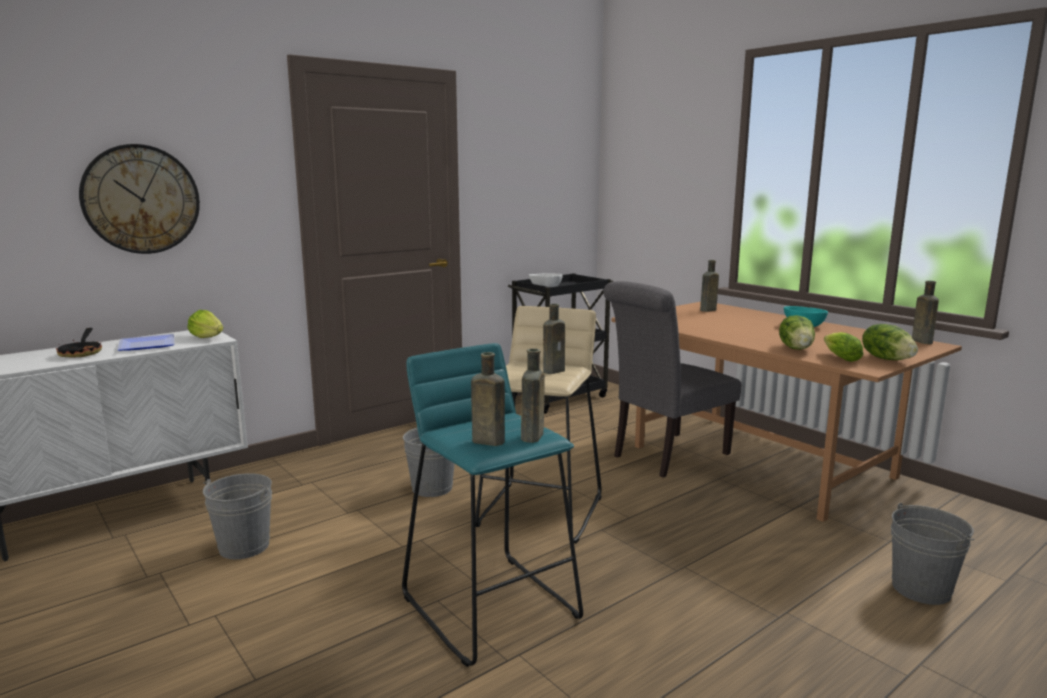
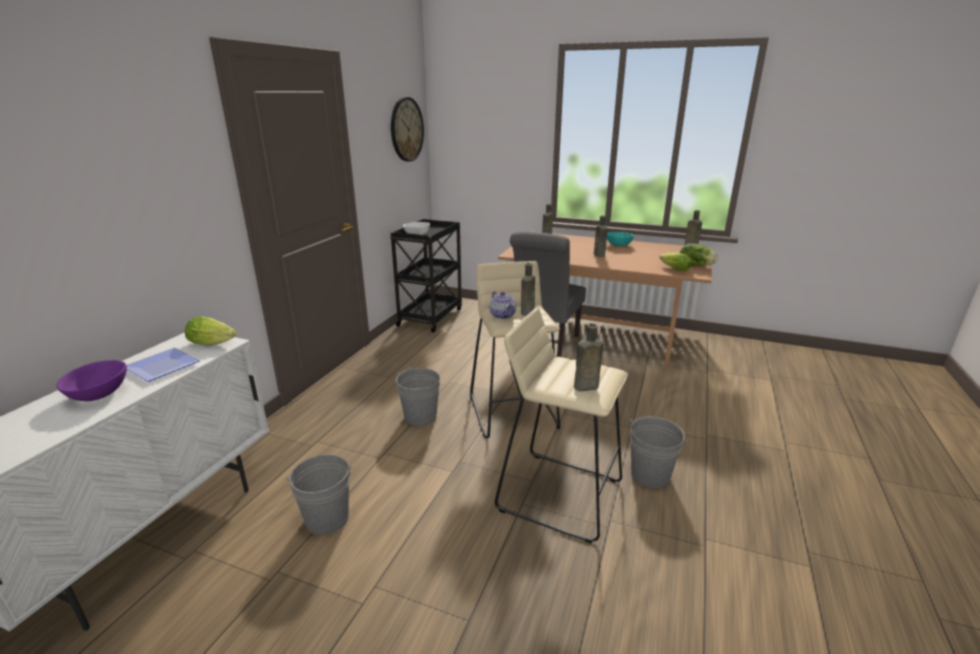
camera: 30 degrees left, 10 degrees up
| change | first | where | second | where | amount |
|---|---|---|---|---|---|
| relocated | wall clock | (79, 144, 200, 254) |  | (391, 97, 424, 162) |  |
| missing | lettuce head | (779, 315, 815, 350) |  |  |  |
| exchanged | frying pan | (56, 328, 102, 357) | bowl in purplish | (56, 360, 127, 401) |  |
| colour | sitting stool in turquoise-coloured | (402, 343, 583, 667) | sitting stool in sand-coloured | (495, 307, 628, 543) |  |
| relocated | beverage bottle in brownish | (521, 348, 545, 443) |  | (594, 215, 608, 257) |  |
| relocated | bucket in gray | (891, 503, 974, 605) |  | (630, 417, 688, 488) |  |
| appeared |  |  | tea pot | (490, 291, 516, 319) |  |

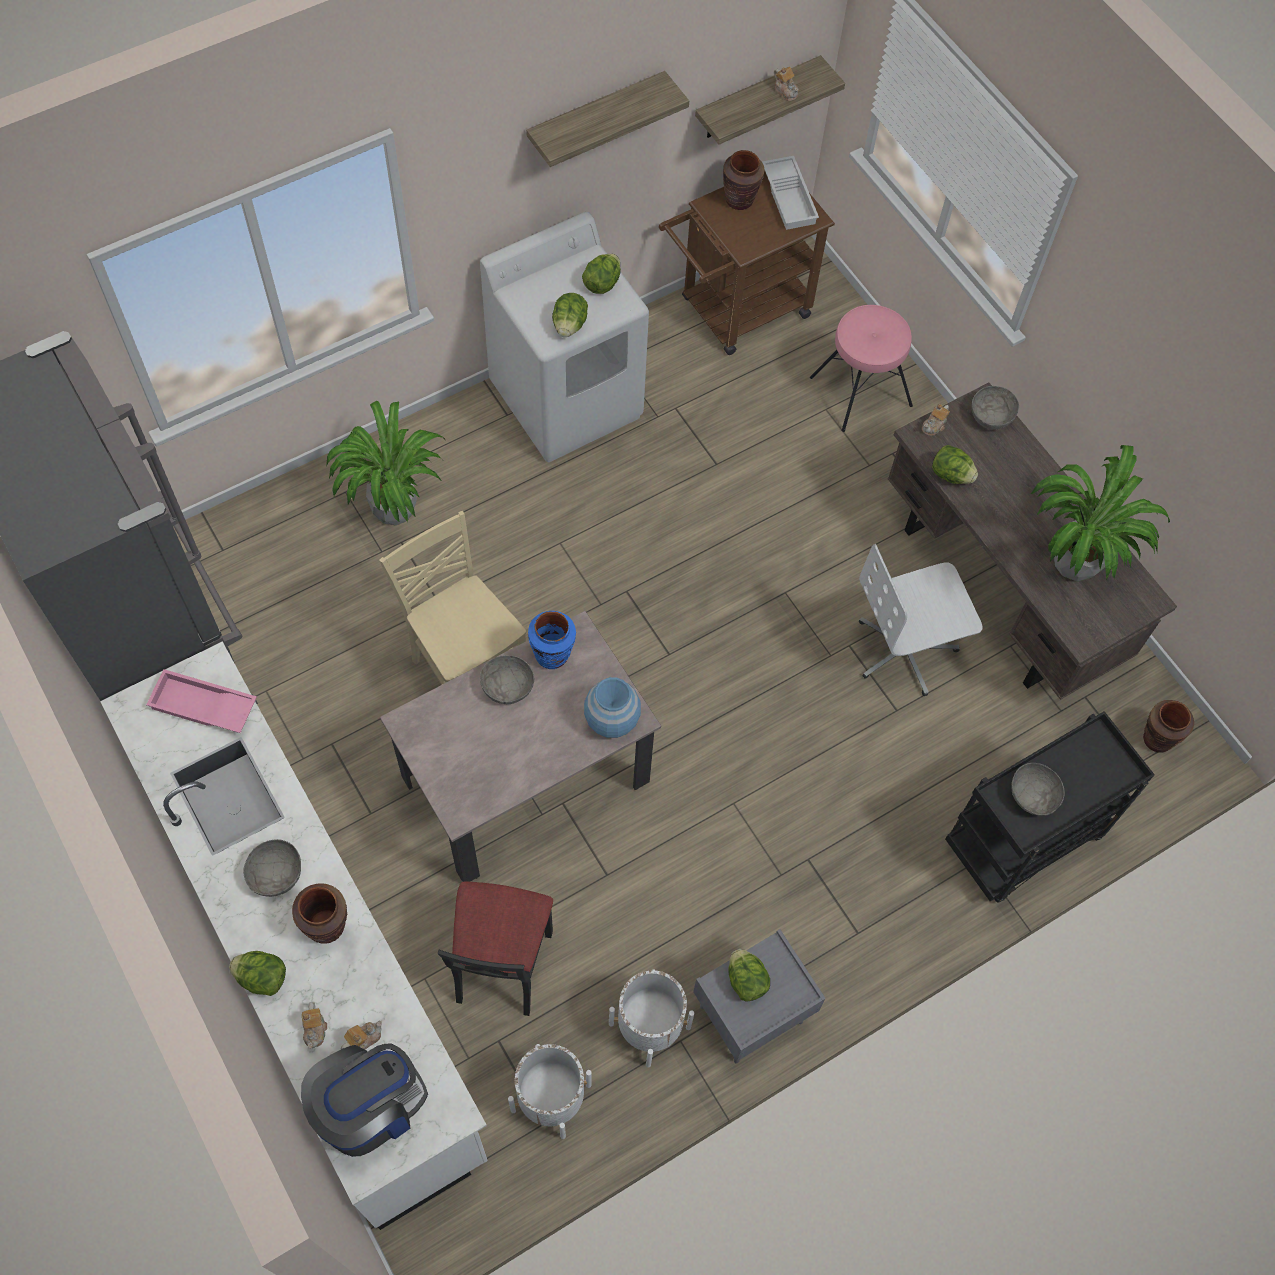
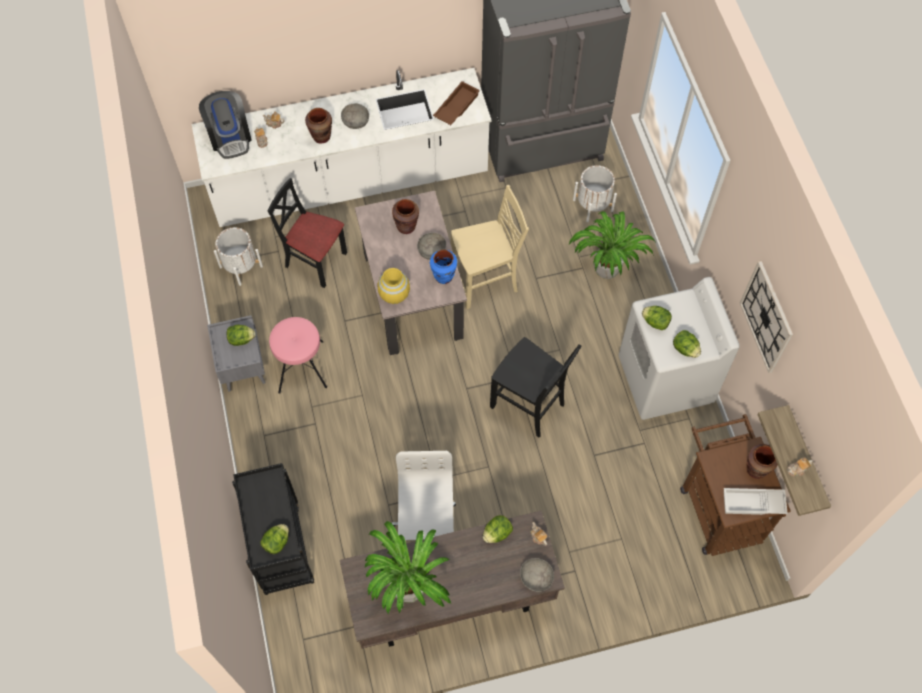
camera: 110 degrees right, 0 degrees up
| change | first | where | second | where | amount |
|---|---|---|---|---|---|
| exchanged | shelf | (526, 71, 689, 167) | wall clock | (740, 261, 793, 373) |  |
| relocated | sitting stool in pinkish | (810, 305, 913, 432) |  | (269, 317, 327, 394) |  |
| colour | serving tray in pinkish | (146, 669, 257, 733) | serving tray in brownish | (433, 81, 480, 125) |  |
| colour | vase in blue | (584, 677, 641, 738) | vase in yellow-coloured | (377, 268, 410, 304) |  |
| relocated | vase in brownish | (1143, 700, 1194, 753) |  | (392, 199, 419, 234) |  |
| missing | bowl in gray | (1011, 763, 1064, 816) |  |  |  |
| relocated | lettuce head | (229, 951, 286, 996) |  | (260, 524, 289, 554) |  |
| relocated | flower pot in white-coloured | (609, 969, 694, 1067) |  | (573, 165, 617, 222) |  |
| appeared |  |  | chair in black | (490, 337, 582, 438) |  |

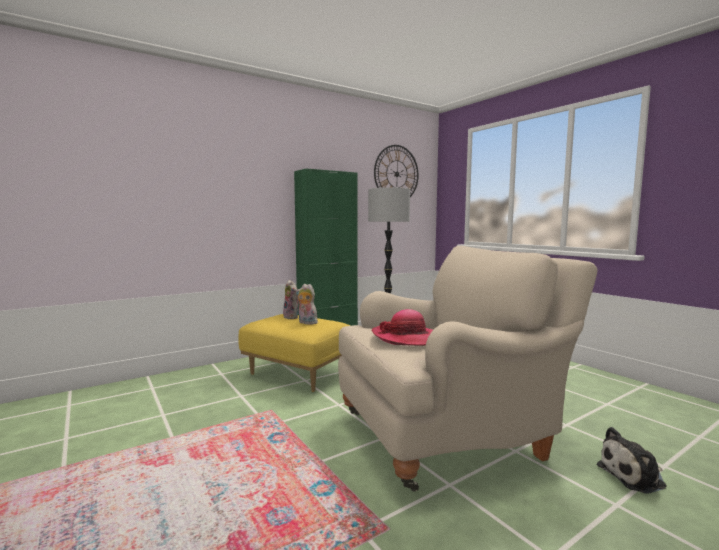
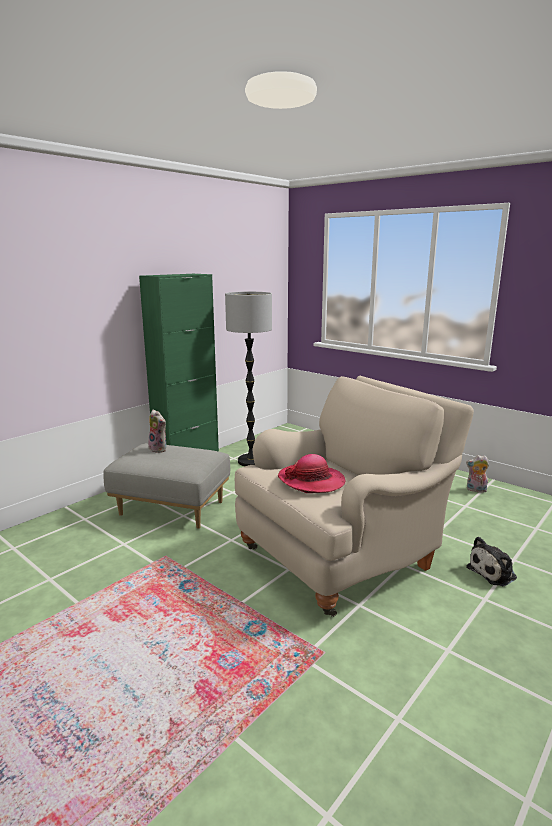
camera: 15 degrees left, 10 degrees up
| change | first | where | second | where | amount |
|---|---|---|---|---|---|
| missing | wall clock | (374, 145, 419, 197) |  |  |  |
| relocated | cuddly toy | (296, 284, 318, 325) |  | (466, 455, 489, 493) |  |
| colour | ottoman in yellow-coloured | (239, 314, 350, 392) | ottoman in gray | (103, 443, 230, 529) |  |

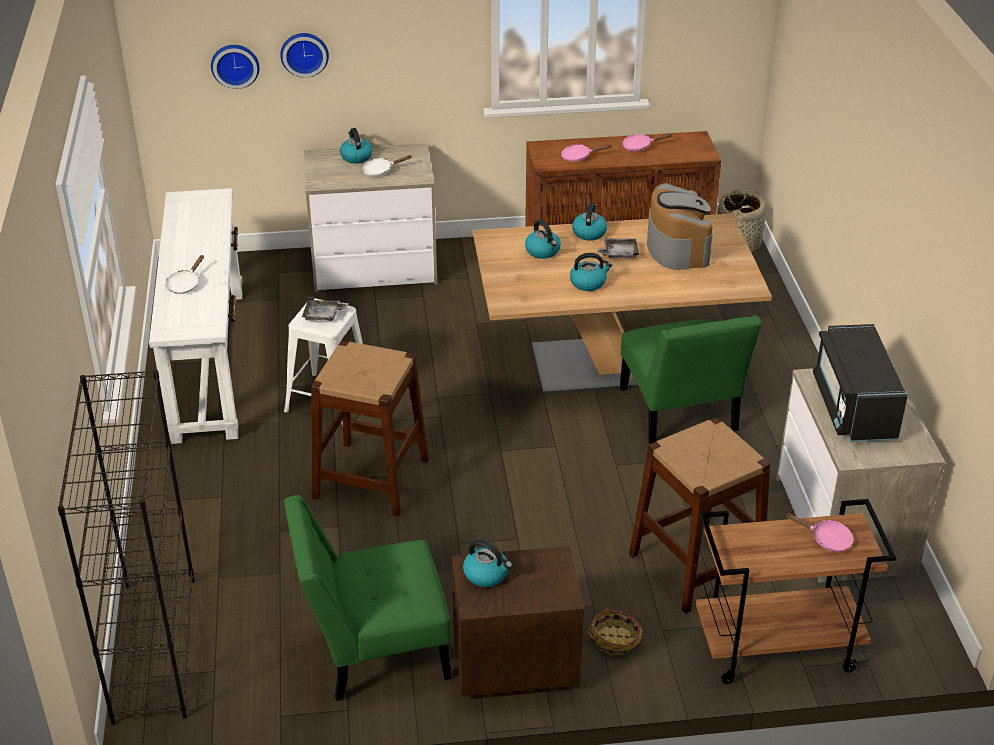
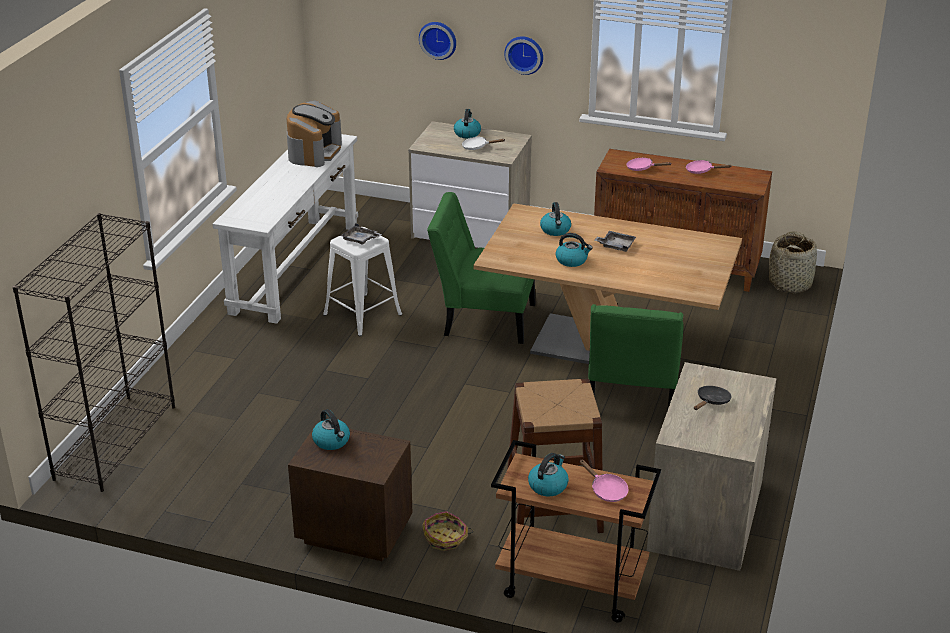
camera: 25 degrees right, 5 degrees down
| change | first | where | second | where | amount |
|---|---|---|---|---|---|
| relocated | wall clock | (211, 45, 260, 89) |  | (504, 36, 543, 75) |  |
| relocated | coffee brewer | (647, 183, 713, 270) |  | (286, 100, 342, 167) |  |
| relocated | water kettle | (572, 202, 607, 241) |  | (528, 453, 569, 496) |  |
| missing | frying pan in white-coloured | (165, 255, 204, 294) |  |  |  |
| exchanged | microwave in black | (813, 324, 908, 442) | frying pan in black | (694, 386, 732, 410) |  |
| missing | sitting stool in brownish | (311, 340, 429, 517) |  |  |  |
| relocated | chair in green-coloured | (284, 495, 452, 701) |  | (427, 192, 535, 344) |  |

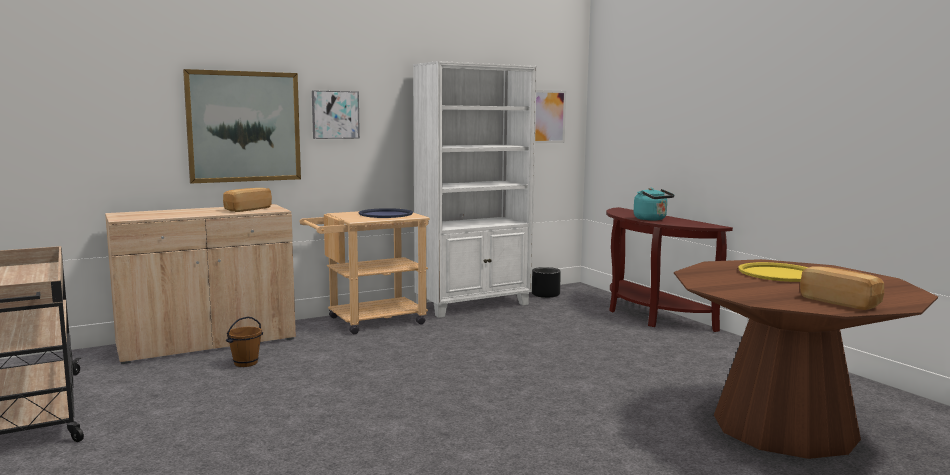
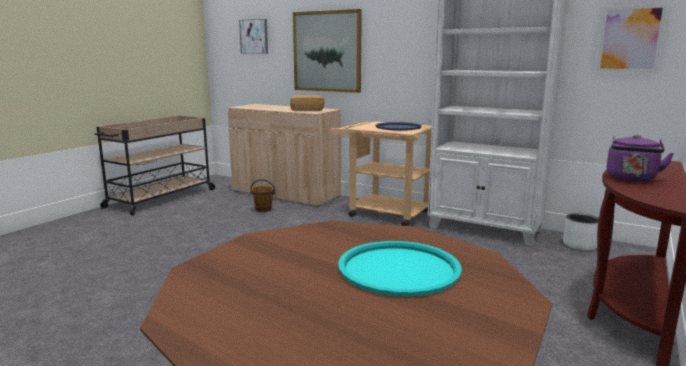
camera: 60 degrees right, 5 degrees up
| change | first | where | second | where | amount |
|---|---|---|---|---|---|
| relocated | wall picture | (312, 90, 360, 139) |  | (239, 19, 268, 54) |  |
| colour | water kettle in turquoise-coloured | (634, 188, 674, 221) | water kettle in purplish | (606, 134, 674, 182) |  |
| colour | serving tray in yellow-coloured | (738, 262, 808, 282) | serving tray in turquoise-coloured | (338, 241, 462, 296) |  |
| missing | bread | (800, 266, 884, 310) |  |  |  |
| colour | flower pot in black | (532, 267, 561, 298) | flower pot in white-coloured | (563, 213, 599, 251) |  |

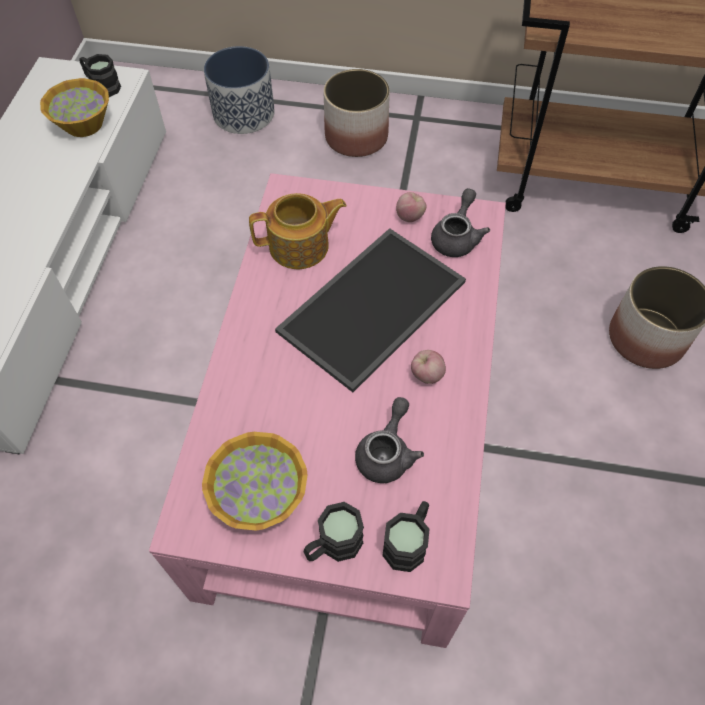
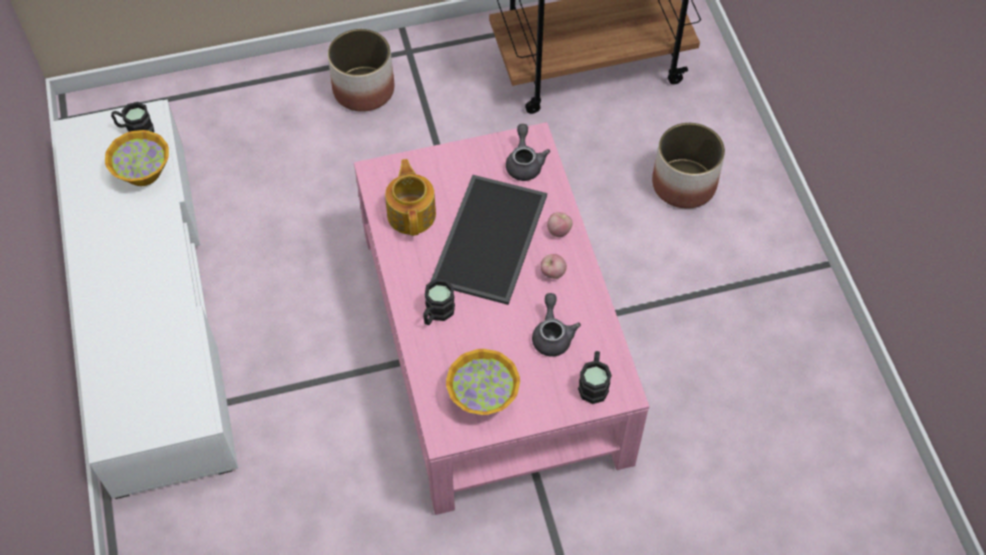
camera: 25 degrees left, 0 degrees up
| change | first | where | second | where | amount |
|---|---|---|---|---|---|
| missing | flower pot | (204, 46, 275, 134) |  |  |  |
| relocated | apple | (396, 192, 426, 222) |  | (547, 212, 572, 237) |  |
| spun | tea pot | (249, 193, 346, 269) |  | (385, 159, 436, 236) | 60 degrees counterclockwise |
| relocated | coffee mug in black | (303, 502, 364, 562) |  | (423, 279, 455, 325) |  |

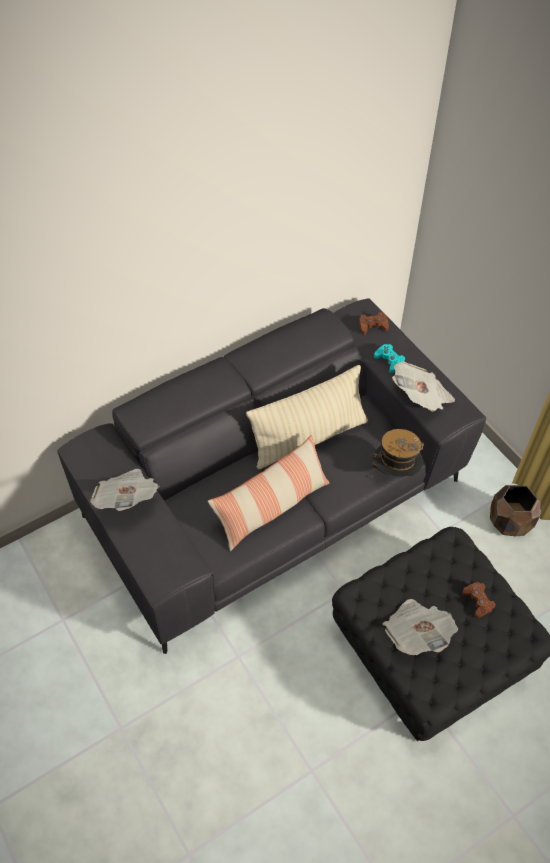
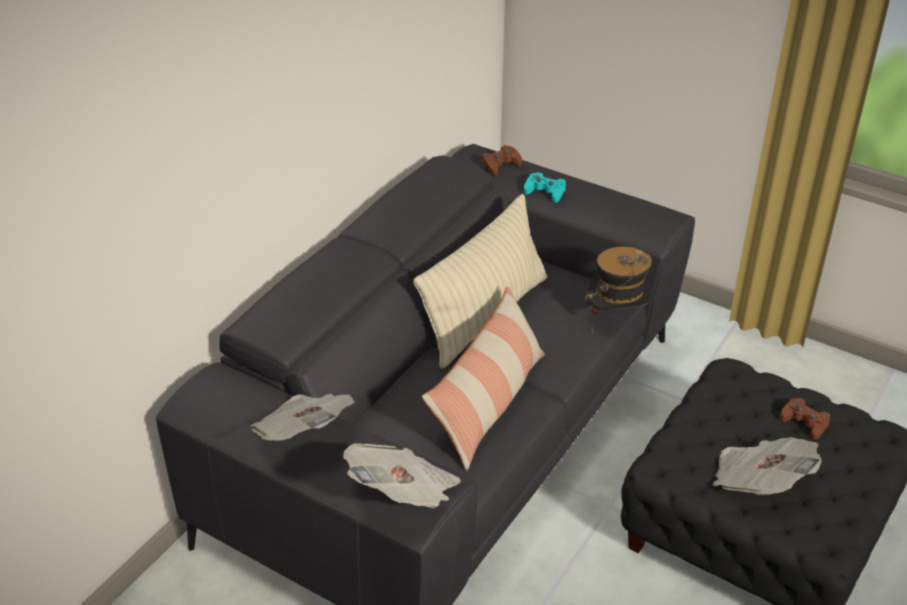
camera: 25 degrees left, 15 degrees down
| change | first | where | second | where | amount |
|---|---|---|---|---|---|
| relocated | printed paper | (392, 362, 455, 411) |  | (343, 443, 461, 508) |  |
| missing | flower pot in brownish | (490, 485, 541, 536) |  |  |  |

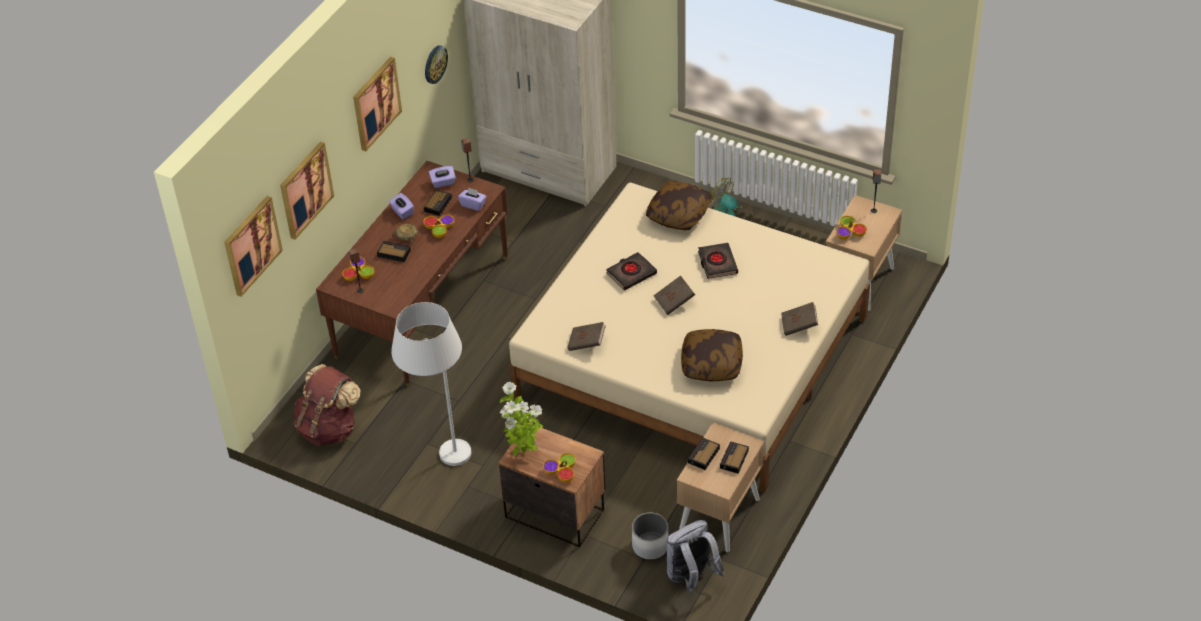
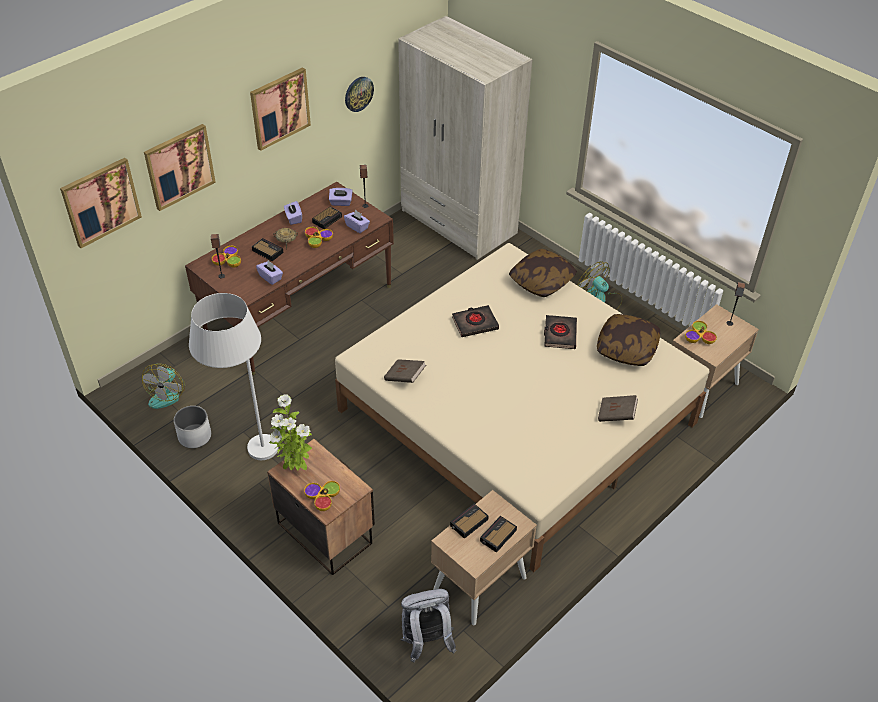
camera: 15 degrees right, 0 degrees up
| change | first | where | second | where | amount |
|---|---|---|---|---|---|
| missing | bound book in brownish | (653, 276, 695, 315) |  |  |  |
| relocated | throw pillow | (681, 329, 743, 381) |  | (597, 314, 660, 366) |  |
| exchanged | knapsack in brownish | (294, 364, 360, 446) | fan | (142, 364, 185, 409) |  |
| relocated | flower pot in white-coloured | (632, 512, 668, 560) |  | (174, 406, 211, 448) |  |
| appeared |  |  | box of tissues in purplish | (256, 260, 283, 285) |  |

